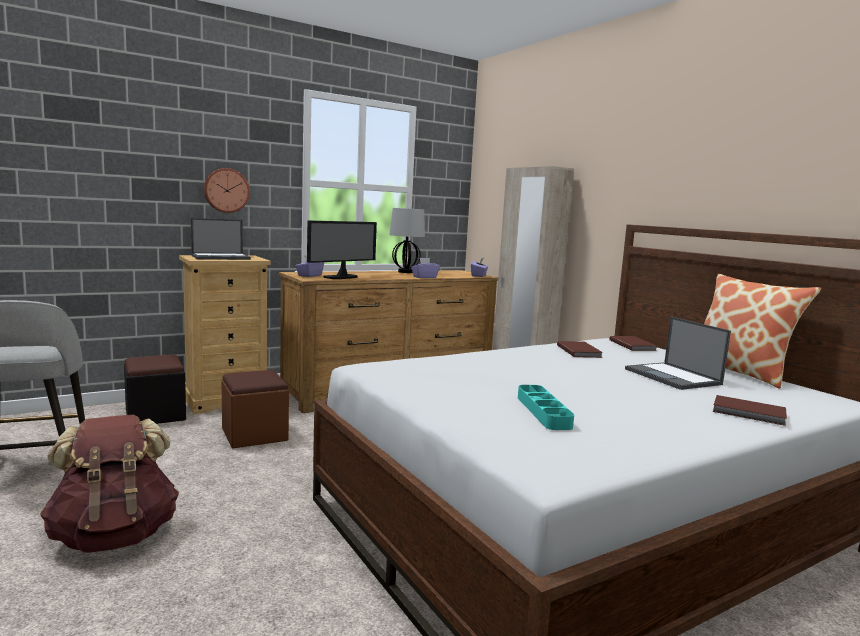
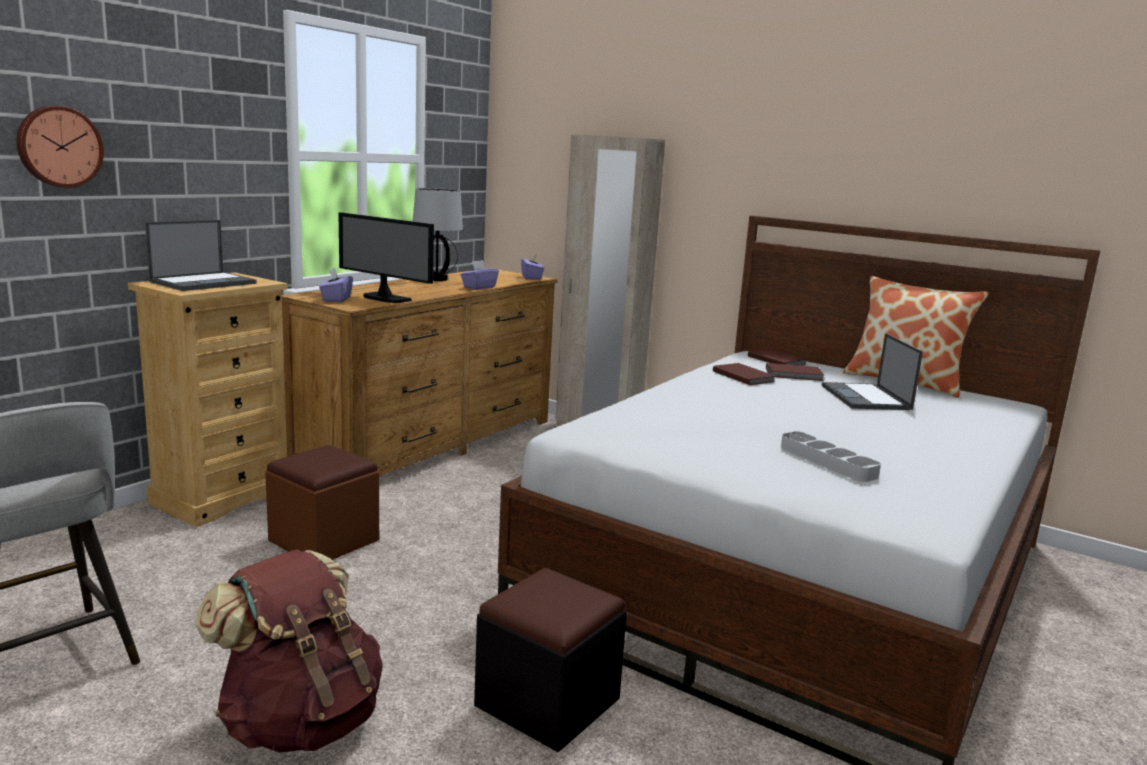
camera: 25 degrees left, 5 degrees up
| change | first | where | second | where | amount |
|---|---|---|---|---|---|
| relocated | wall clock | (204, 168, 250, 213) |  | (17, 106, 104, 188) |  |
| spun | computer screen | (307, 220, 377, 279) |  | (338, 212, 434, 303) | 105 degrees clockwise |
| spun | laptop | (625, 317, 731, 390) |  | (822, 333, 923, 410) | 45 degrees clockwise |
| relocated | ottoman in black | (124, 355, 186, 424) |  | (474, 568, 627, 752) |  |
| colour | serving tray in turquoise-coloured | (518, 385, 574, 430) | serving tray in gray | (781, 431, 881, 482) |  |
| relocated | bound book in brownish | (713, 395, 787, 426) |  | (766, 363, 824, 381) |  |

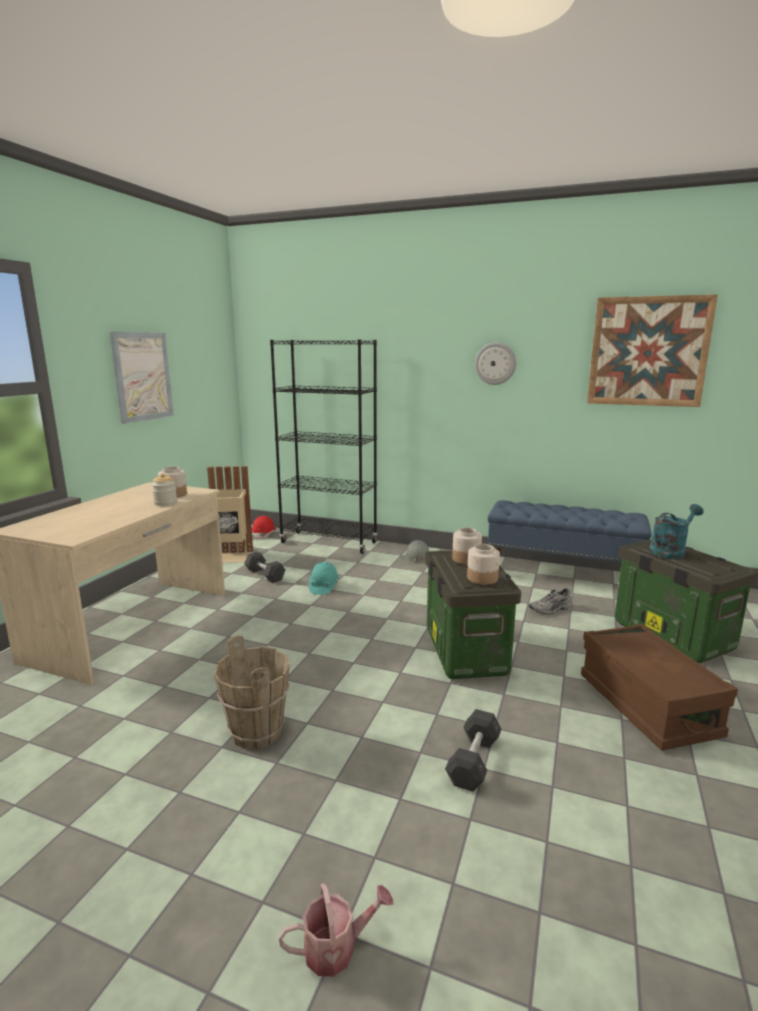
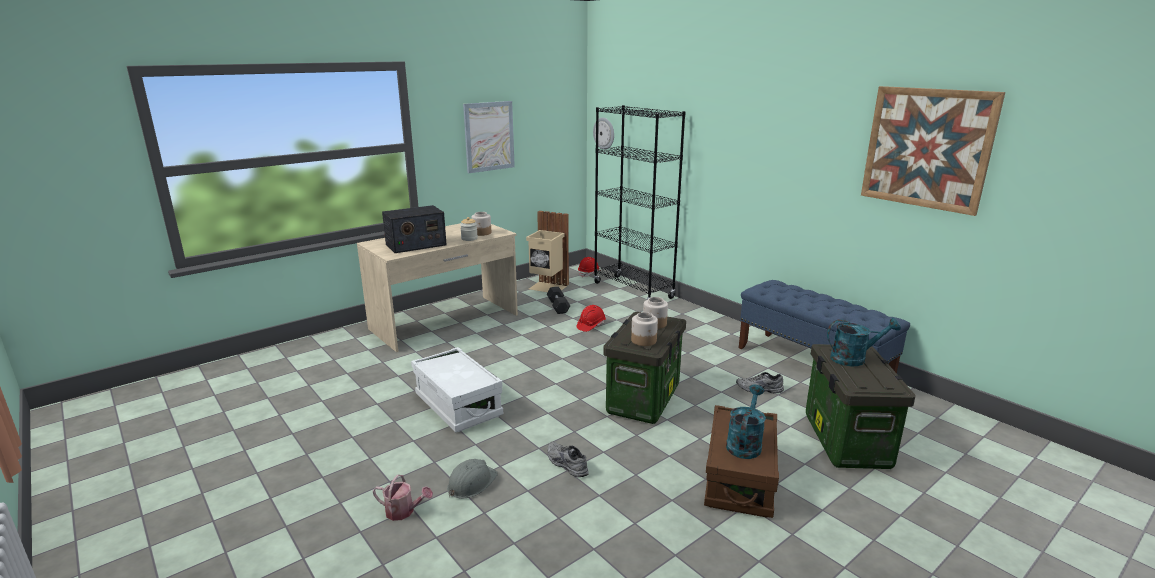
camera: 30 degrees right, 5 degrees up
| change | first | where | second | where | amount |
|---|---|---|---|---|---|
| relocated | wall clock | (475, 342, 516, 385) |  | (593, 118, 614, 150) |  |
| relocated | work helmet in gray | (405, 540, 429, 563) |  | (447, 459, 498, 499) |  |
| colour | work helmet in turquoise-coloured | (309, 562, 339, 595) | work helmet in reddish | (577, 305, 606, 332) |  |
| exchanged | bucket in brownish | (213, 635, 290, 749) | storage box in white-coloured | (411, 347, 503, 432) |  |
| exchanged | dumbbell in gray | (445, 709, 501, 792) | low shoe in gray | (547, 442, 589, 477) |  |
| appeared |  |  | radio receiver | (382, 205, 447, 253) |  |
| appeared |  |  | watering can in turquoise-coloured | (726, 385, 766, 459) |  |

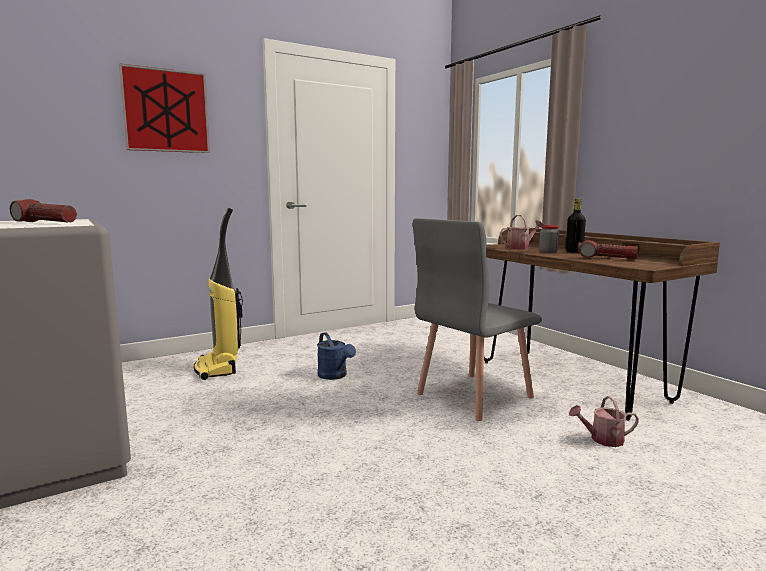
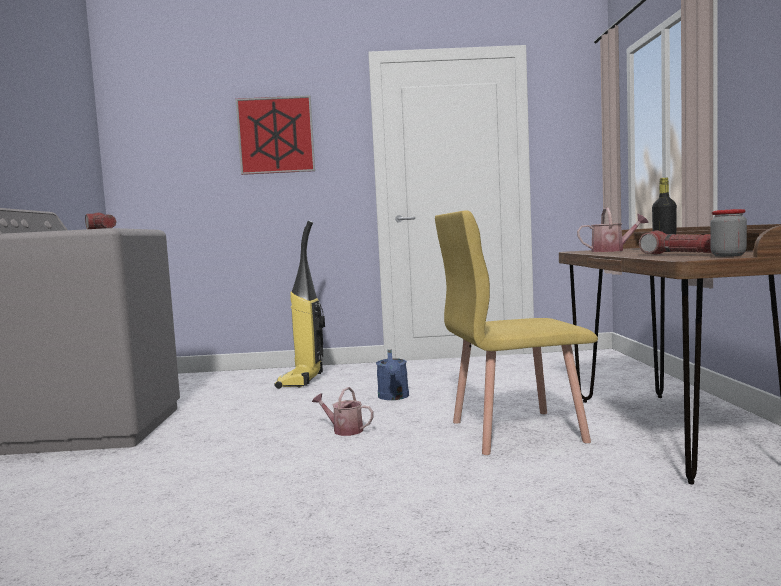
camera: 30 degrees right, 5 degrees down
| change | first | where | second | where | amount |
|---|---|---|---|---|---|
| colour | chair in gray | (413, 218, 542, 421) | chair in yellow-coloured | (435, 210, 598, 455) |  |
| relocated | preserve jar | (539, 225, 559, 253) |  | (710, 209, 747, 257) |  |
| relocated | watering can | (569, 396, 639, 447) |  | (312, 387, 374, 436) |  |

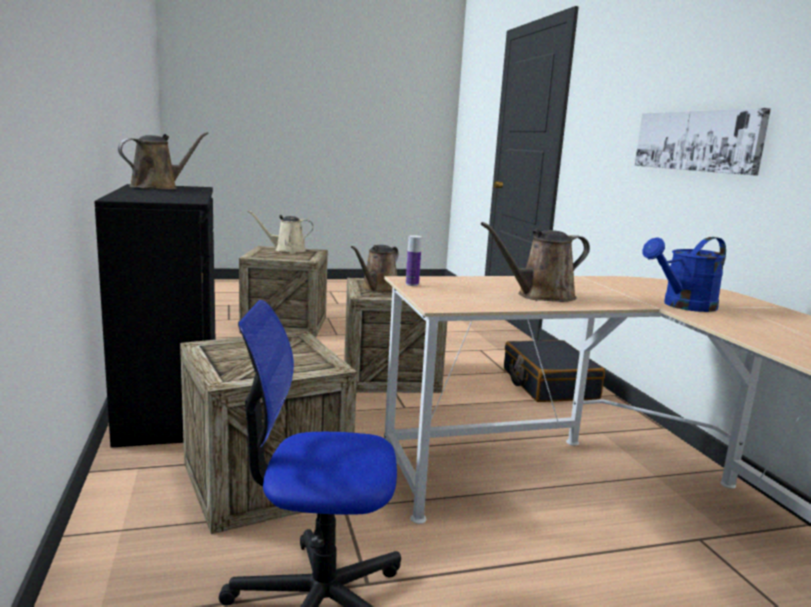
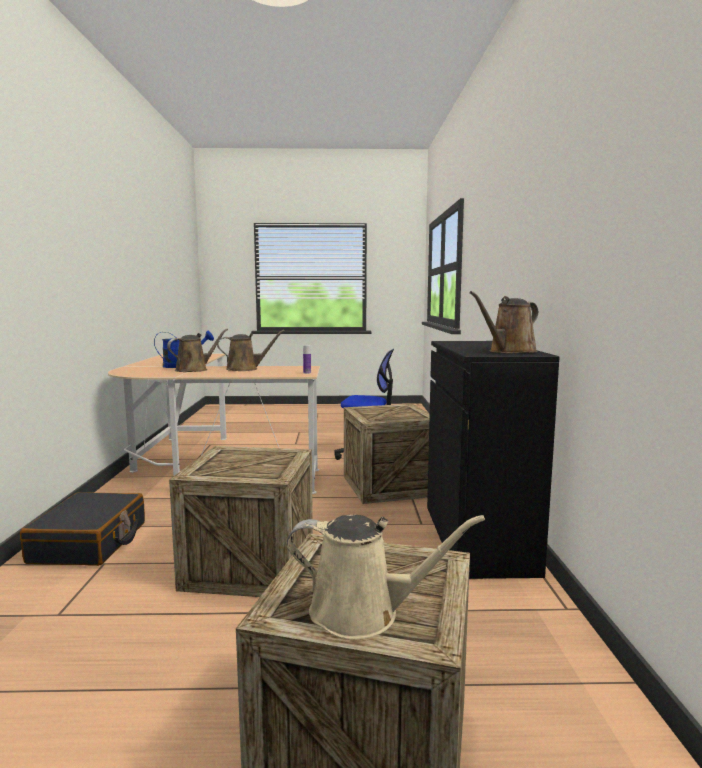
camera: 165 degrees left, 5 degrees down
| change | first | where | second | where | amount |
|---|---|---|---|---|---|
| missing | wall picture | (635, 108, 771, 176) |  |  |  |
| relocated | watering can in brownish | (351, 245, 399, 293) |  | (167, 329, 228, 372) |  |

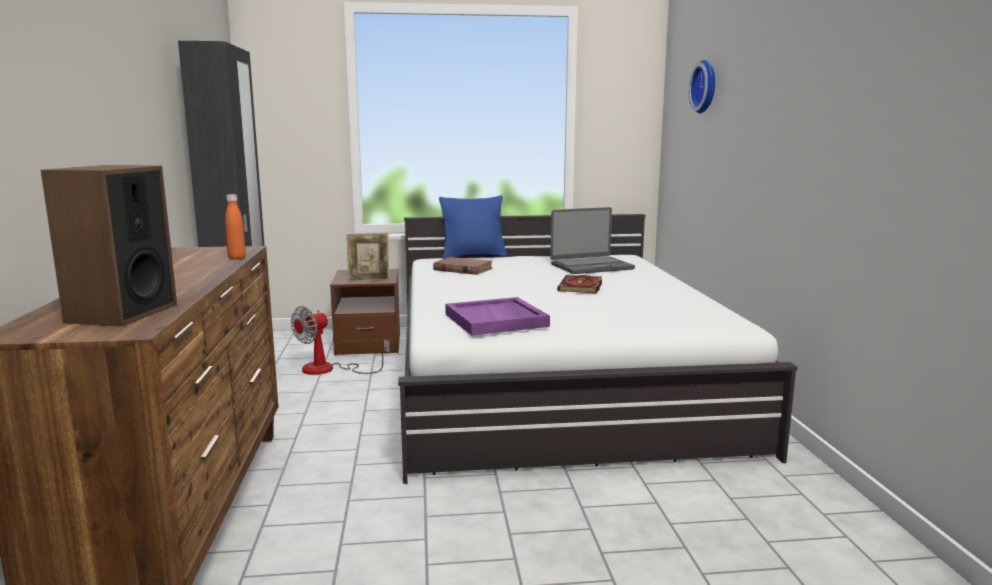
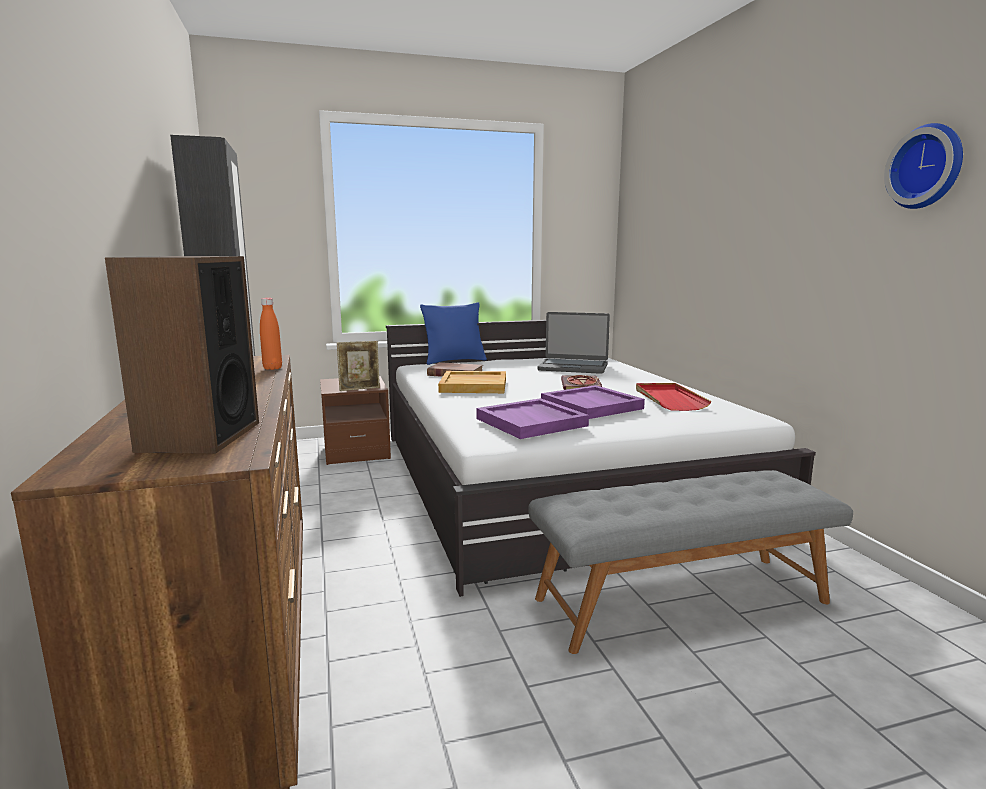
camera: 10 degrees left, 0 degrees up
| change | first | where | second | where | amount |
|---|---|---|---|---|---|
| relocated | wall clock | (689, 60, 715, 113) |  | (884, 123, 963, 209) |  |
| spun | laptop | (550, 207, 635, 274) |  | (537, 312, 610, 374) | 45 degrees clockwise |
| missing | fan | (291, 306, 390, 375) |  |  |  |
| appeared |  |  | serving tray in sand-coloured | (438, 371, 506, 393) |  |
| appeared |  |  | serving tray in reddish | (636, 383, 712, 411) |  |
| appeared |  |  | serving tray in purplish | (541, 385, 645, 419) |  |
| appeared |  |  | long seat in gray | (528, 470, 853, 654) |  |

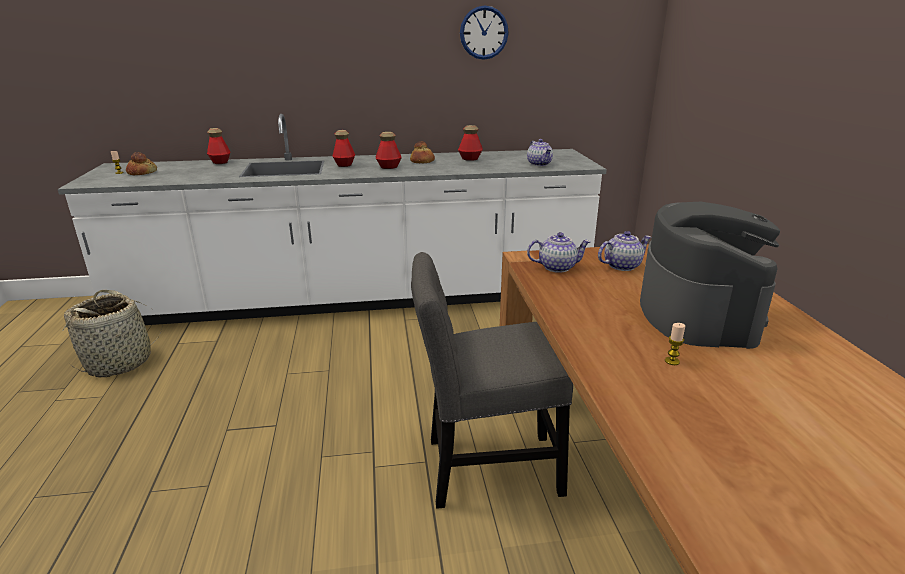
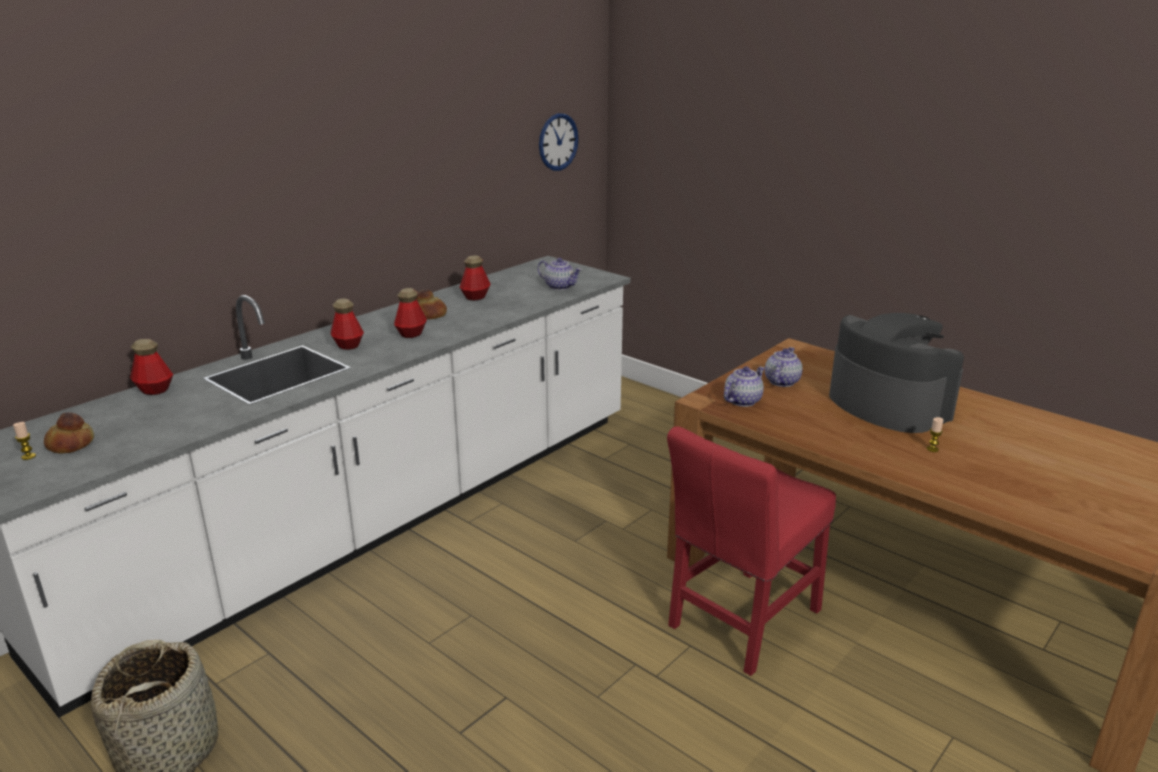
camera: 40 degrees left, 0 degrees up
| change | first | where | second | where | amount |
|---|---|---|---|---|---|
| relocated | wall clock | (460, 6, 509, 60) |  | (539, 113, 579, 171) |  |
| colour | chair in gray | (411, 252, 573, 509) | chair in reddish | (667, 426, 836, 676) |  |

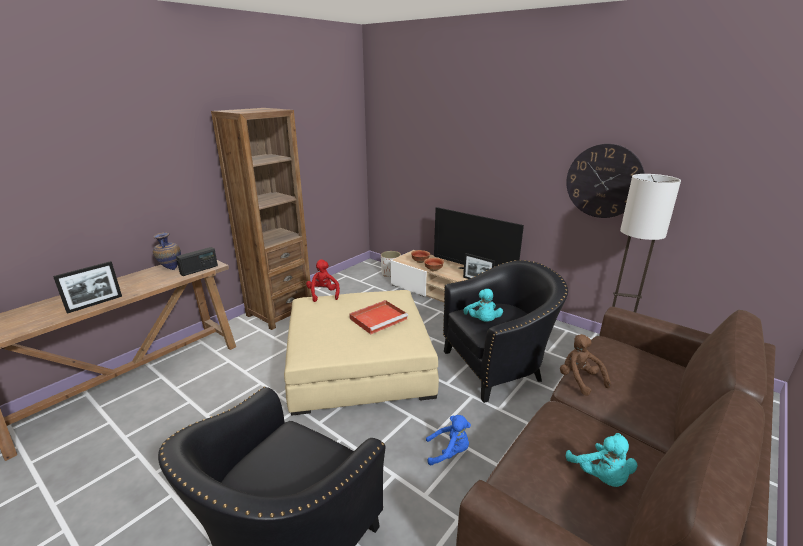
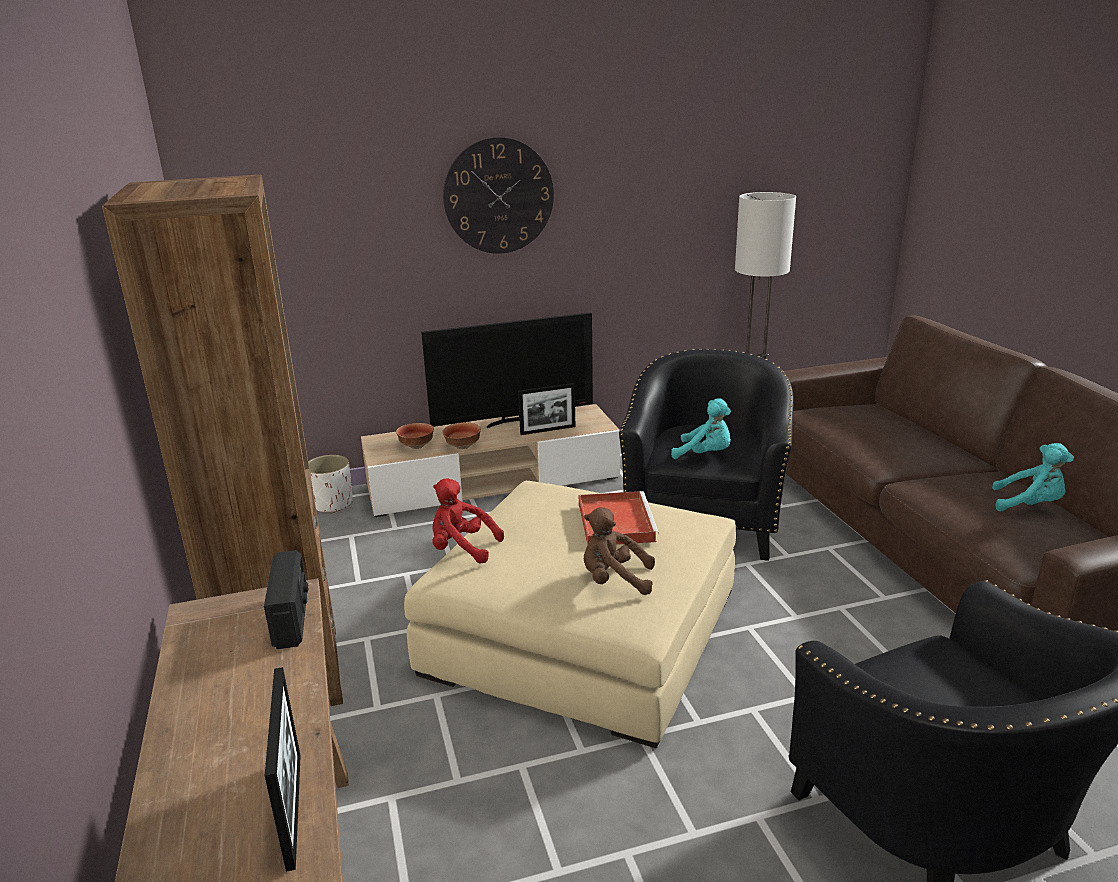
camera: 55 degrees left, 0 degrees up
| change | first | where | second | where | amount |
|---|---|---|---|---|---|
| relocated | wall clock | (566, 144, 645, 218) |  | (443, 137, 554, 254) |  |
| missing | vase | (153, 232, 181, 270) |  |  |  |
| relocated | cuddly toy in brownish | (560, 334, 611, 396) |  | (584, 507, 655, 595) |  |
| missing | cuddly toy in blue | (426, 415, 471, 465) |  |  |  |

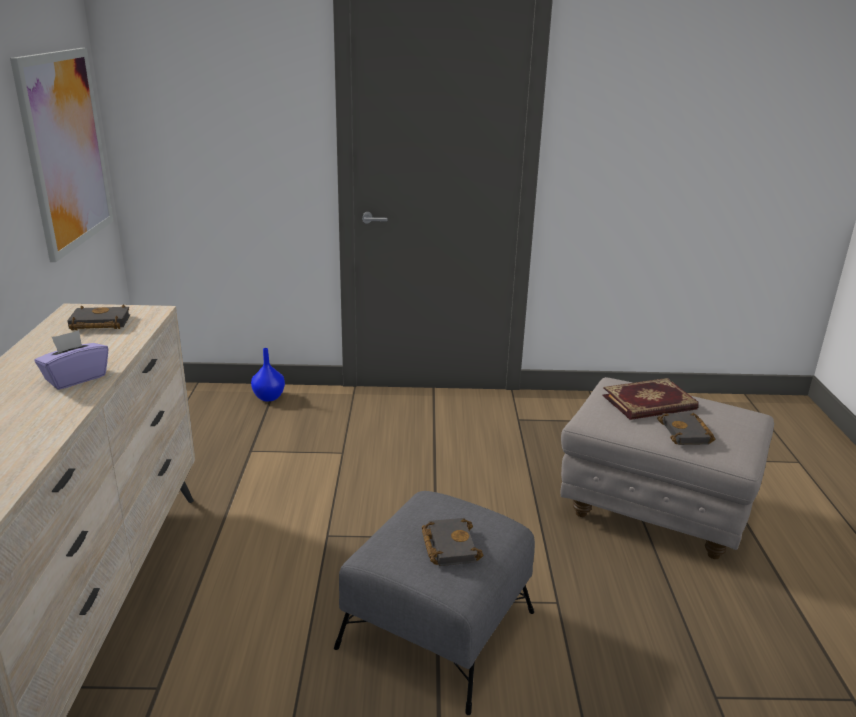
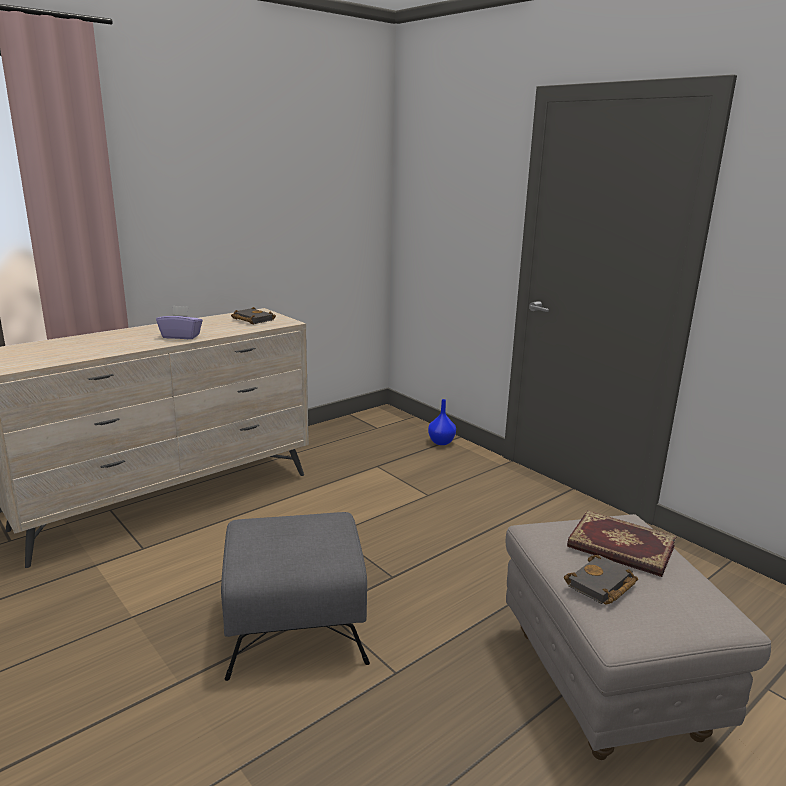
camera: 50 degrees right, 5 degrees down
| change | first | where | second | where | amount |
|---|---|---|---|---|---|
| missing | wall picture | (10, 48, 113, 262) |  |  |  |
| missing | bound book in black | (422, 518, 483, 566) |  |  |  |

